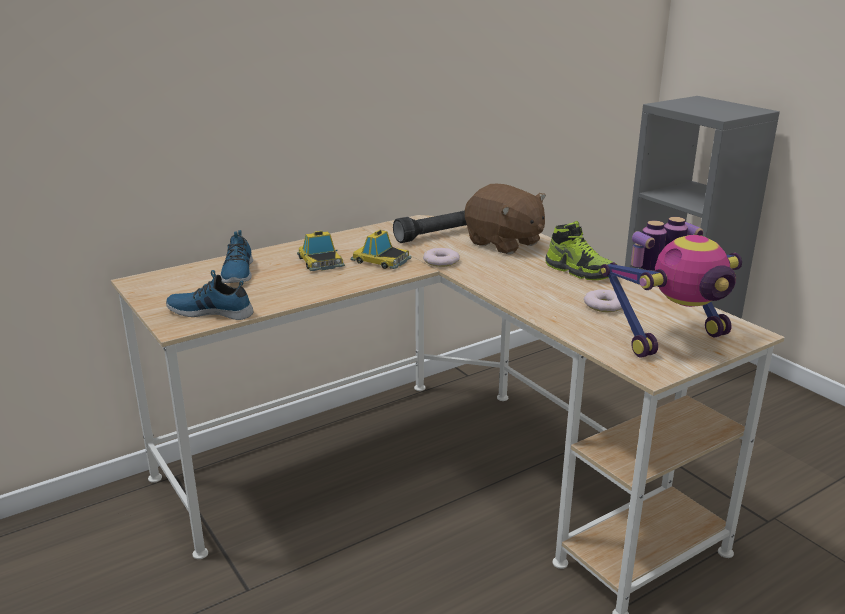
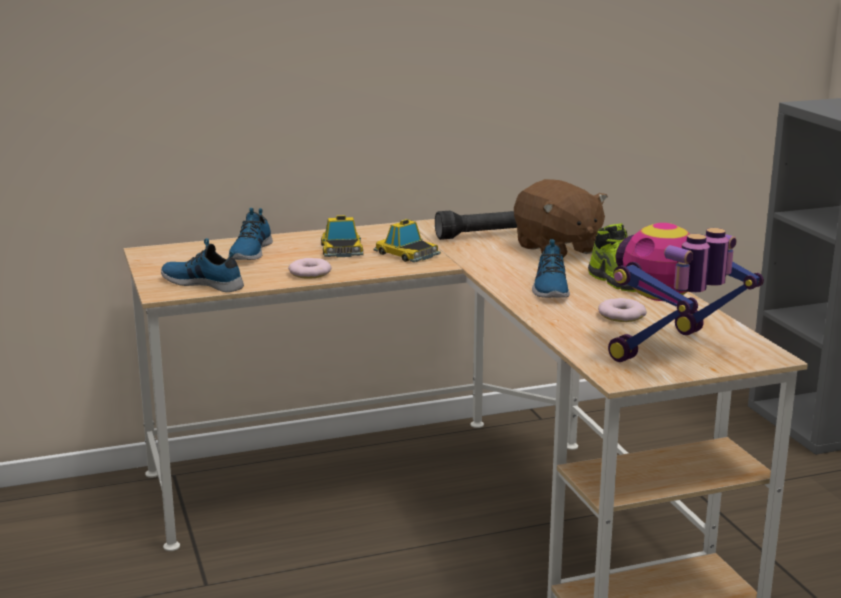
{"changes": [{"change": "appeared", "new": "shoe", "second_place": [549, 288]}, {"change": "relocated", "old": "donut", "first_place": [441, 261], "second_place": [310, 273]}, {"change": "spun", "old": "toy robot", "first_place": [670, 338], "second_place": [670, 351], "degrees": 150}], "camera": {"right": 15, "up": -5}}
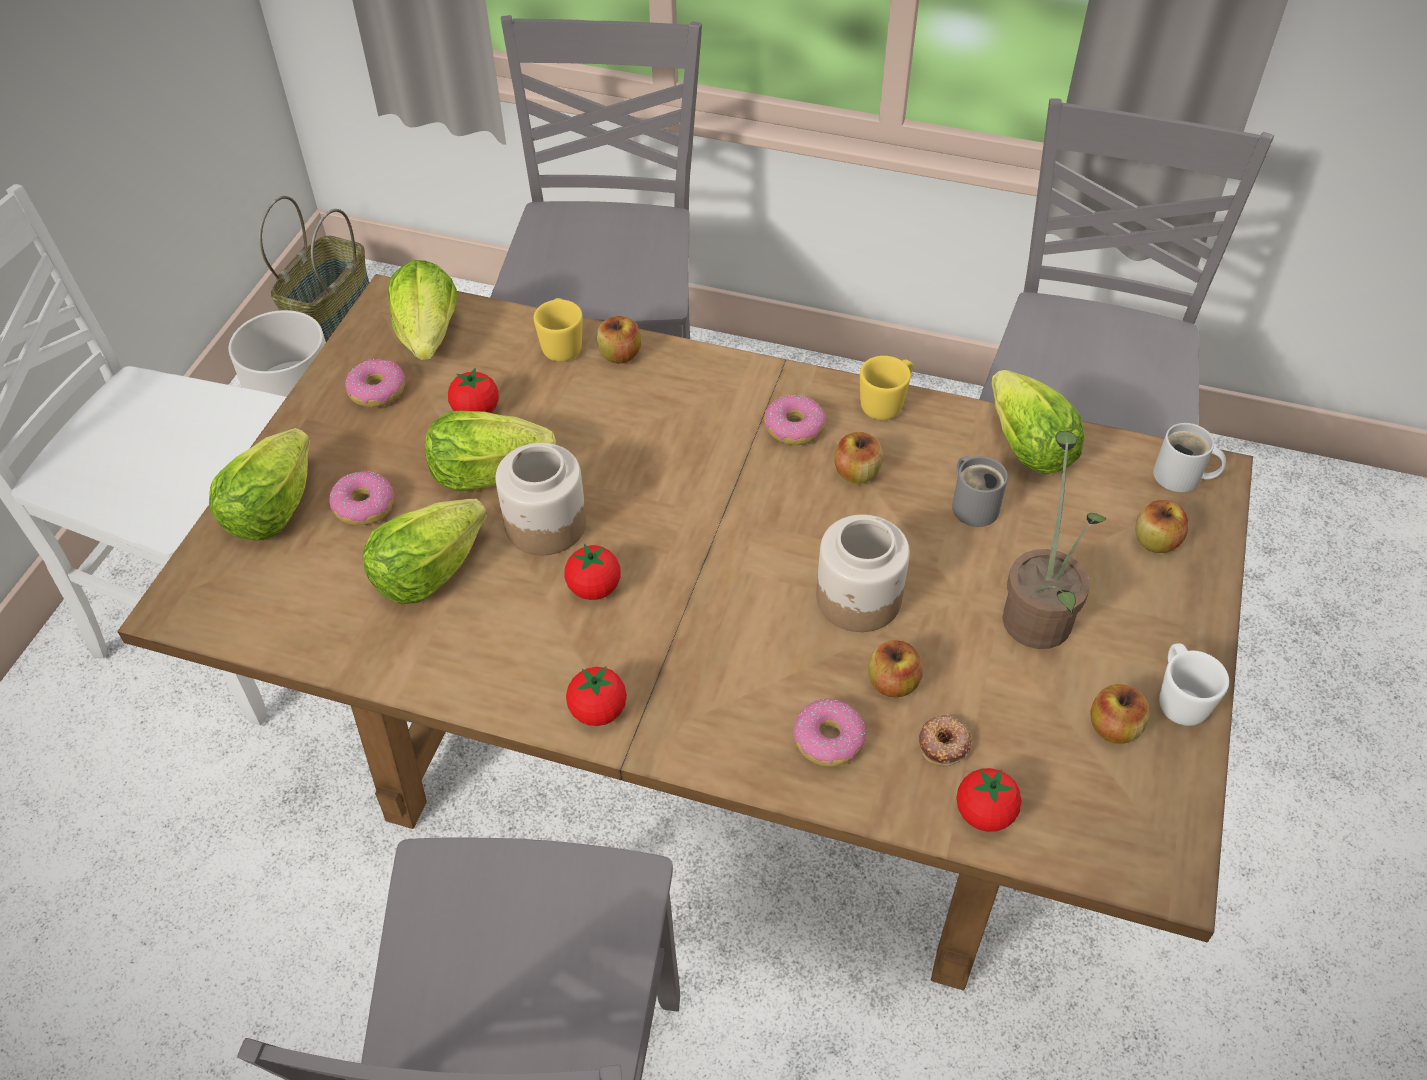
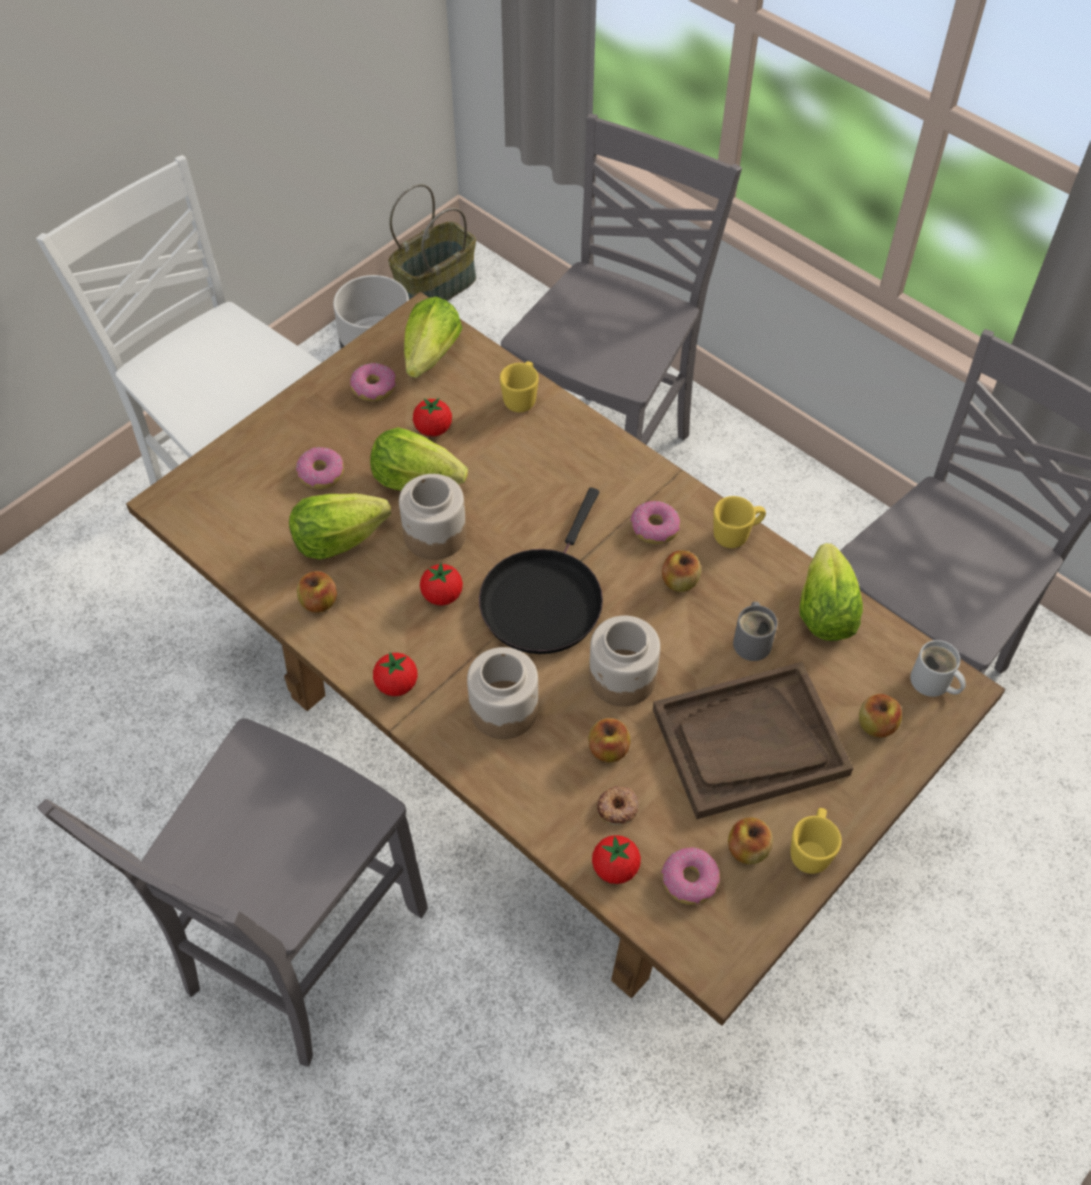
{"changes": [{"change": "missing", "old": "lettuce", "first_place": [271, 510]}, {"change": "appeared", "new": "jar", "second_place": [504, 708]}, {"change": "appeared", "new": "black frying pan", "second_place": [543, 599]}, {"change": "relocated", "old": "apple", "first_place": [620, 355], "second_place": [319, 602]}, {"change": "relocated", "old": "donut", "first_place": [829, 740], "second_place": [689, 880]}, {"change": "exchanged", "old": "potted plant", "new": "brown tray", "first_place": [1039, 612], "second_place": [749, 742]}, {"change": "colour", "old": "white mug", "new": "yellow mug", "first_place": [1178, 699], "second_place": [811, 850]}], "camera": {"right": 25, "up": 5}}
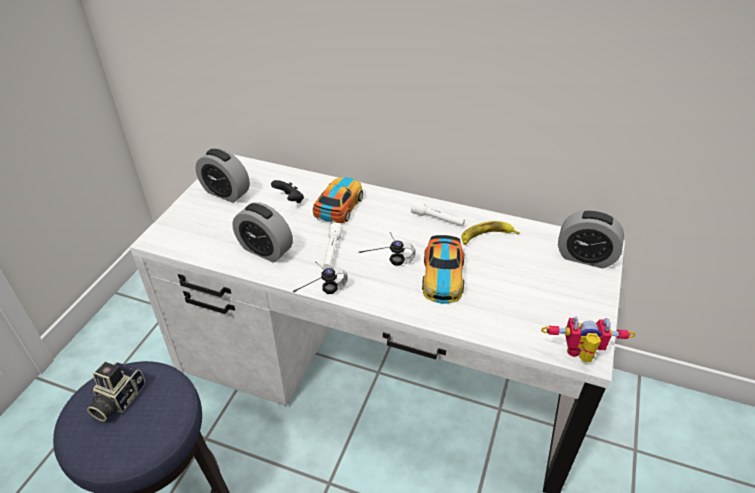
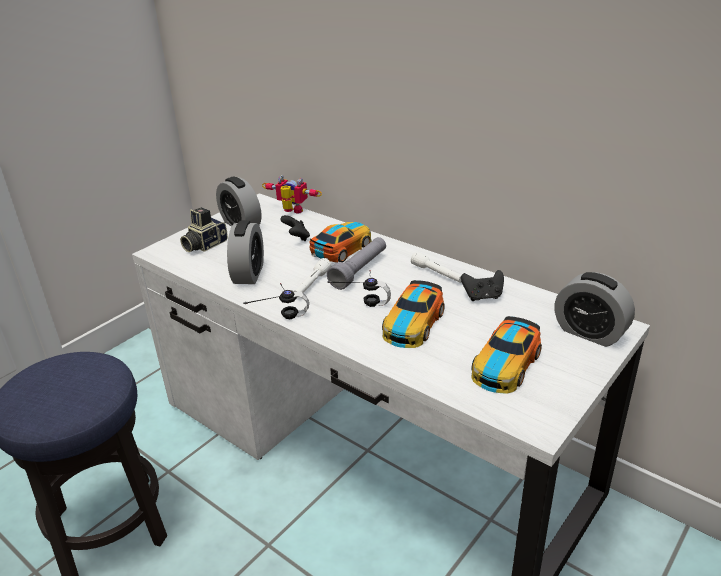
{"changes": [{"change": "appeared", "new": "grey flashlight", "second_place": [359, 270]}, {"change": "appeared", "new": "toy car", "second_place": [505, 365]}, {"change": "relocated", "old": "photo camera", "first_place": [117, 399], "second_place": [204, 245]}, {"change": "relocated", "old": "toy robot", "first_place": [581, 356], "second_place": [291, 212]}, {"change": "exchanged", "old": "banana", "new": "black game controller", "first_place": [486, 236], "second_place": [483, 296]}, {"change": "spun", "old": "alarm clock", "first_place": [265, 250], "second_place": [249, 274], "degrees": -135}], "camera": {"right": 20, "up": -10}}
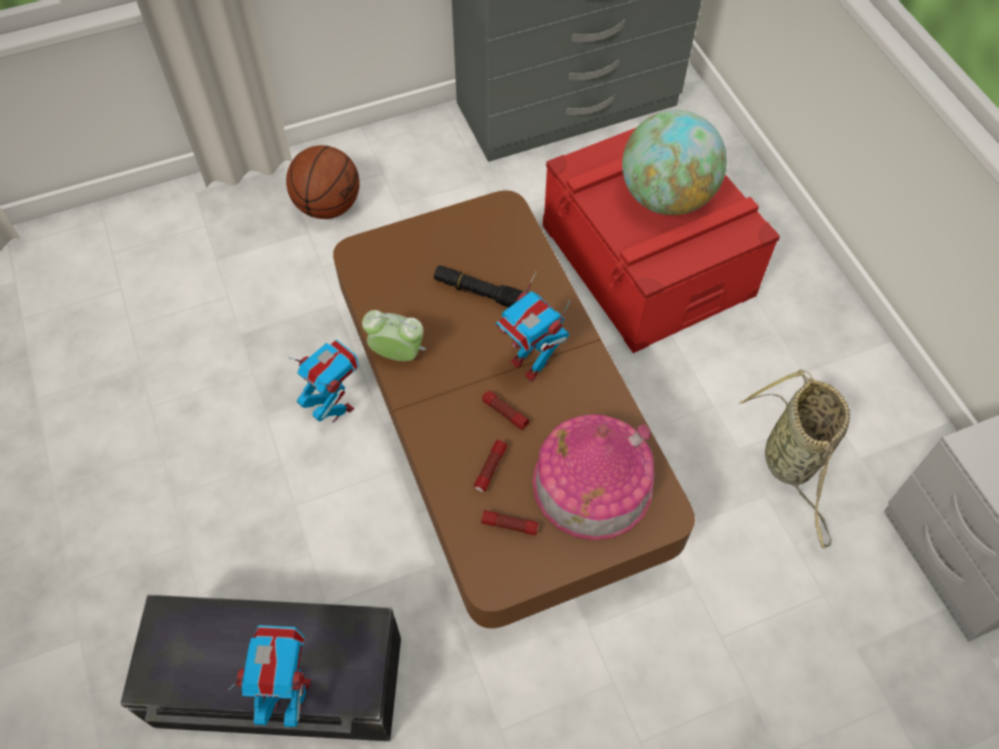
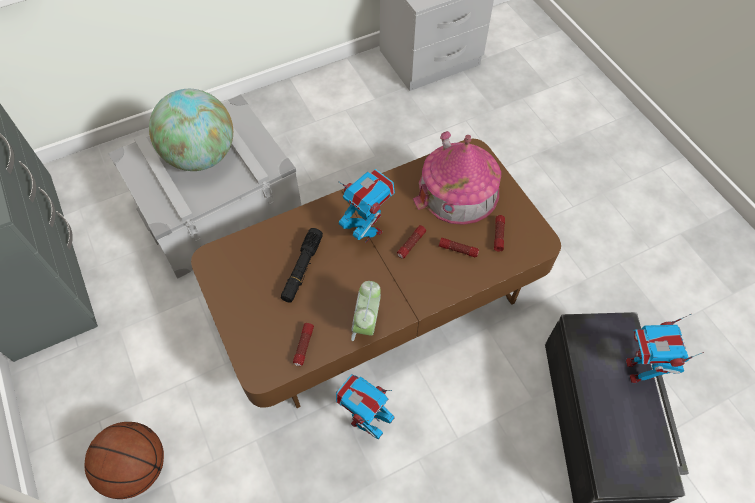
{"changes": [{"change": "missing", "old": "basket", "first_place": [791, 464]}, {"change": "appeared", "new": "flashlight", "second_place": [304, 346]}, {"change": "colour", "old": "red storage box", "new": "grey storage box", "first_place": [647, 260], "second_place": [218, 205]}, {"change": "spun", "old": "toy robot", "first_place": [530, 364], "second_place": [367, 231], "degrees": -90}], "camera": {"right": -95, "up": 0}}
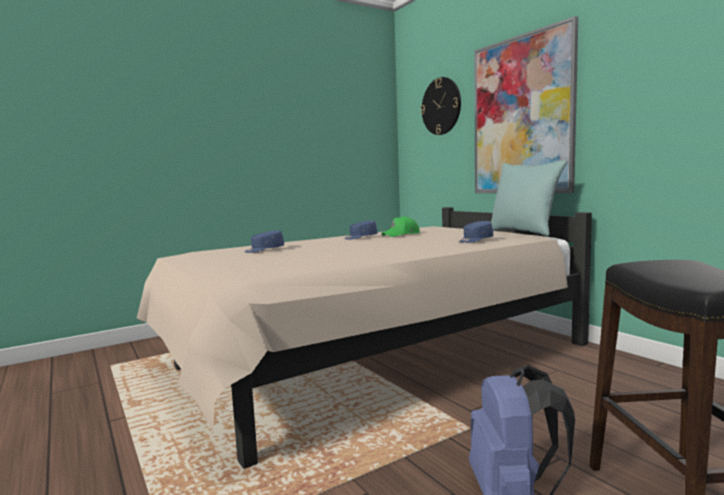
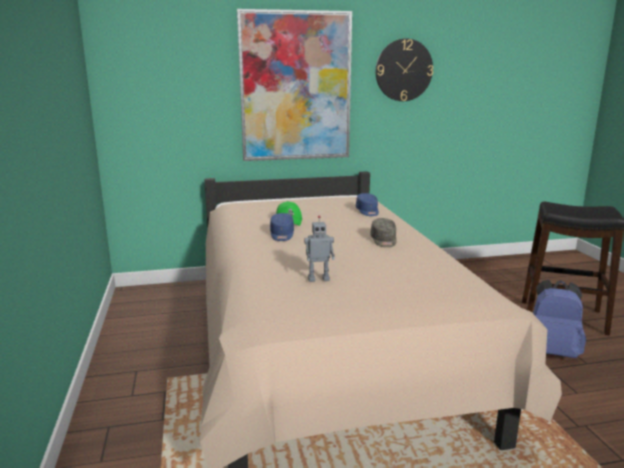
{"changes": [{"change": "missing", "old": "turquoise pillow", "first_place": [524, 232]}, {"change": "appeared", "new": "grey cap", "second_place": [384, 241]}, {"change": "relocated", "old": "wall clock", "first_place": [441, 106], "second_place": [403, 70]}, {"change": "exchanged", "old": "blue cap", "new": "toy robot", "first_place": [264, 250], "second_place": [318, 279]}], "camera": {"right": -70, "up": 10}}
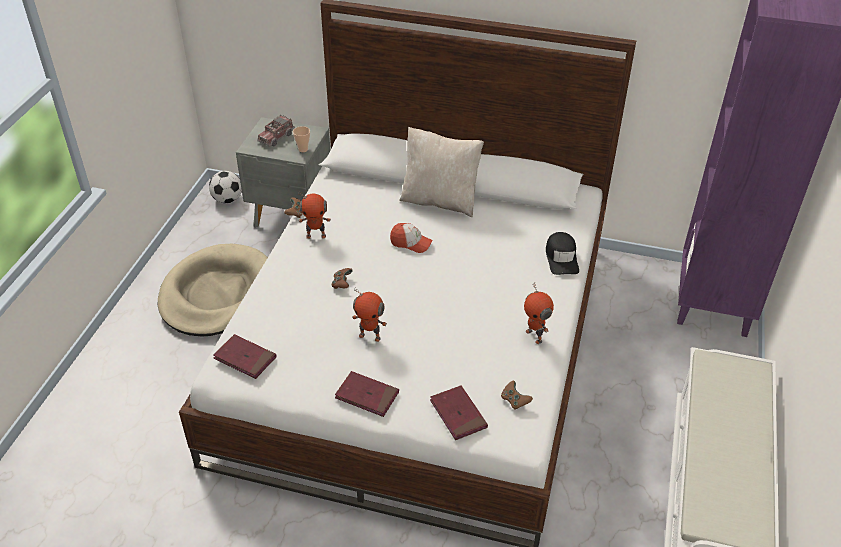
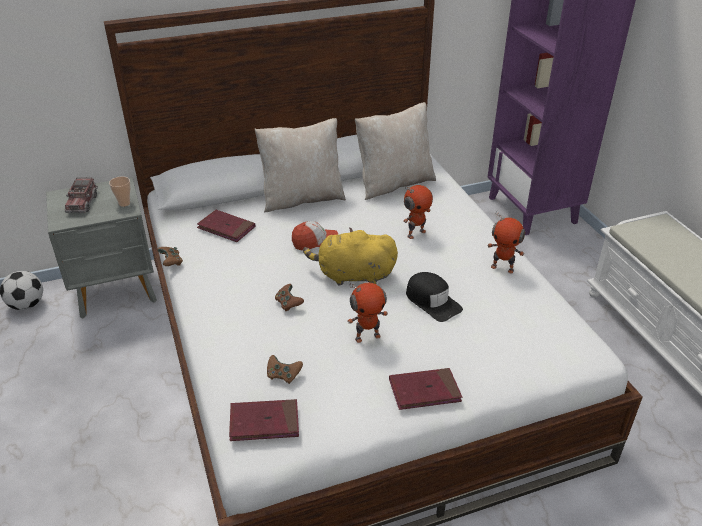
{"changes": [{"change": "missing", "old": "beige dog bed", "first_place": [218, 294]}, {"change": "appeared", "new": "yellow plush toy", "second_place": [352, 275]}, {"change": "appeared", "new": "beige pillow", "second_place": [394, 183]}, {"change": "relocated", "old": "toy robot", "first_place": [316, 235], "second_place": [415, 233]}, {"change": "relocated", "old": "red book", "first_place": [458, 414], "second_place": [226, 228]}, {"change": "relocated", "old": "brown game controller", "first_place": [514, 401], "second_place": [283, 375]}, {"change": "relocated", "old": "black cap", "first_place": [561, 258], "second_place": [432, 301]}], "camera": {"right": -35, "up": -5}}
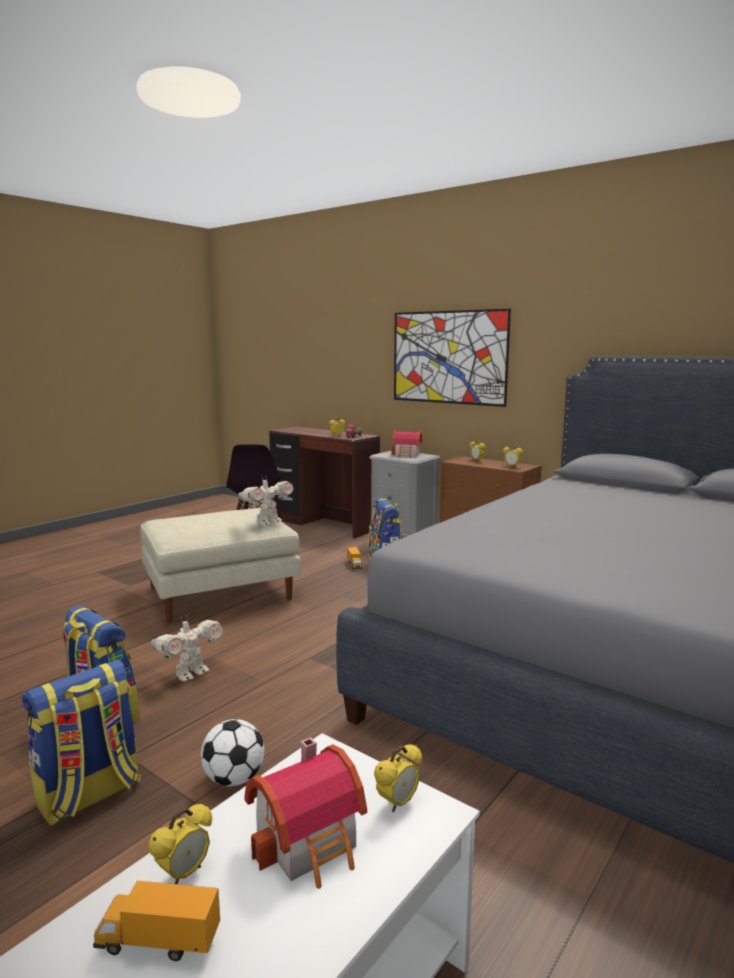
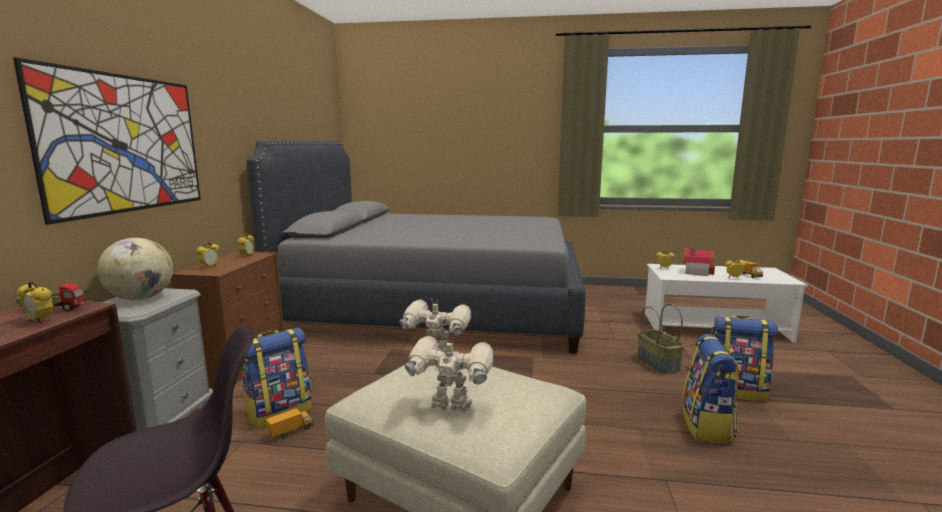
{"changes": [{"change": "relocated", "old": "toy robot", "first_place": [190, 673], "second_place": [450, 407]}, {"change": "exchanged", "old": "football", "new": "basket", "first_place": [234, 779], "second_place": [658, 363]}, {"change": "exchanged", "old": "toy house", "new": "globe", "first_place": [407, 455], "second_place": [141, 299]}], "camera": {"right": -120, "up": 0}}
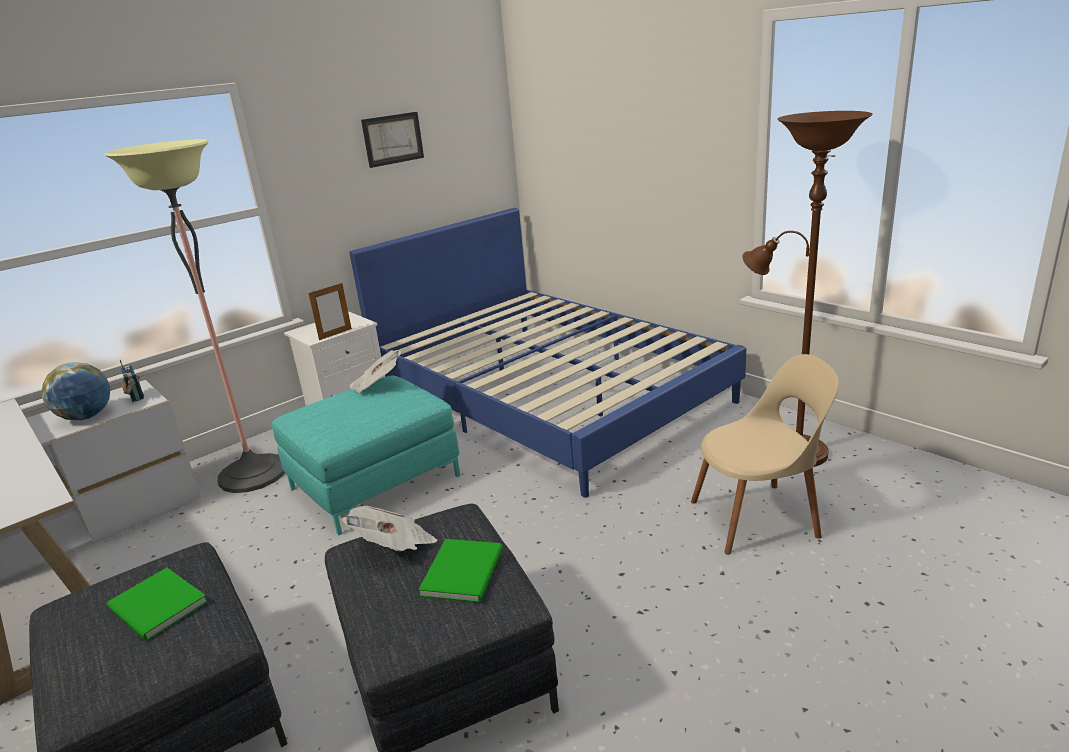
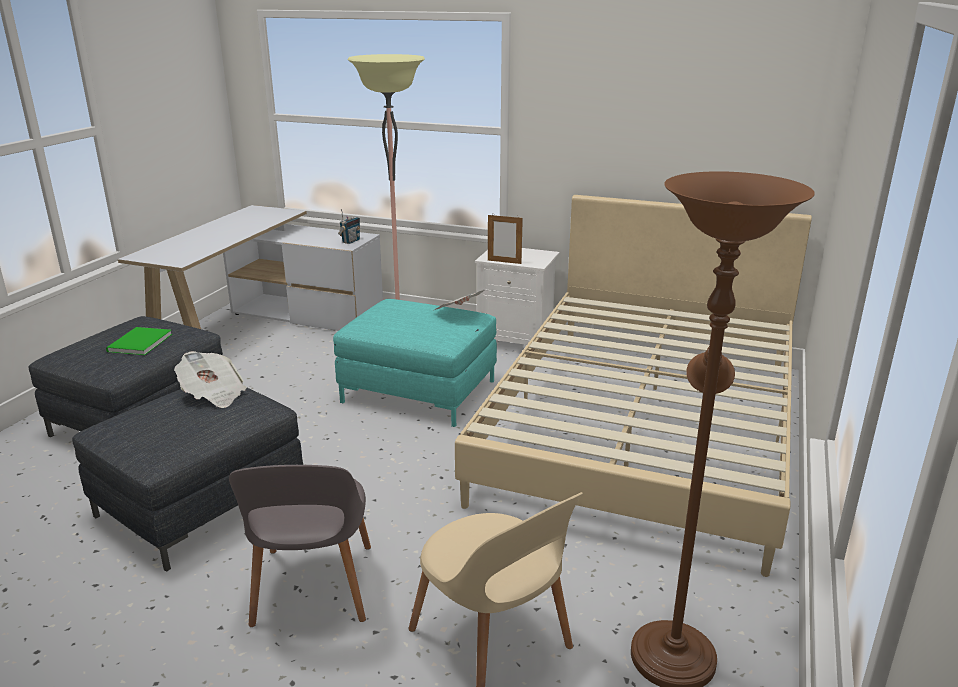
{"changes": [{"change": "missing", "old": "globe", "first_place": [87, 417]}, {"change": "missing", "old": "picture", "first_place": [393, 139]}, {"change": "missing", "old": "green book", "first_place": [465, 570]}, {"change": "appeared", "new": "grey chair", "second_place": [313, 589]}, {"change": "colour", "old": "blue bed", "new": "beige bed", "first_place": [548, 394], "second_place": [645, 428]}], "camera": {"right": 60, "up": 0}}
